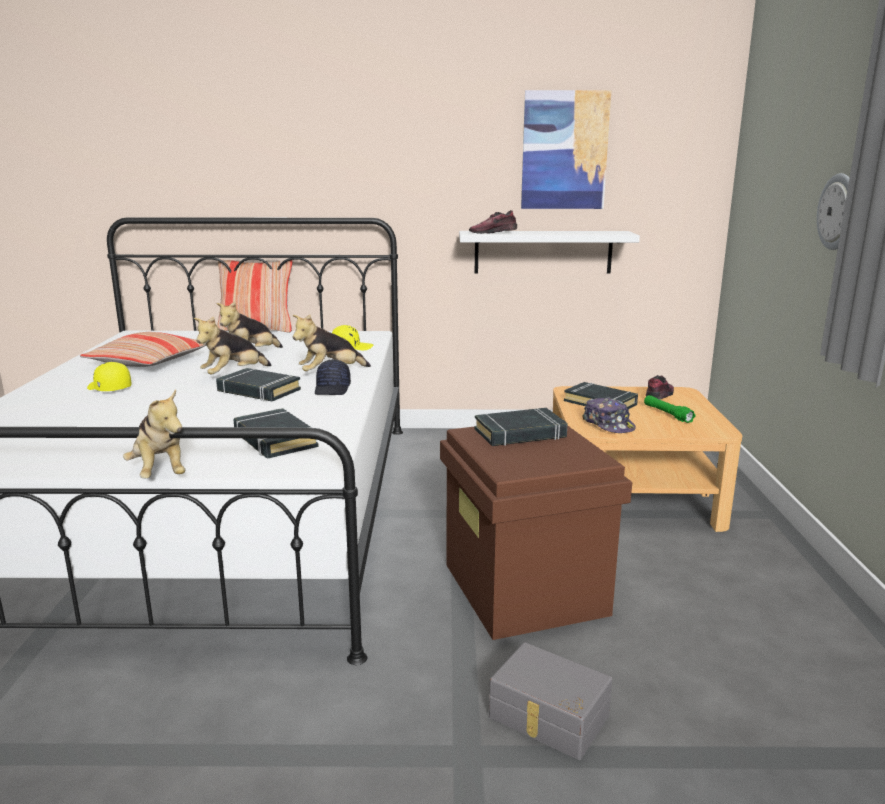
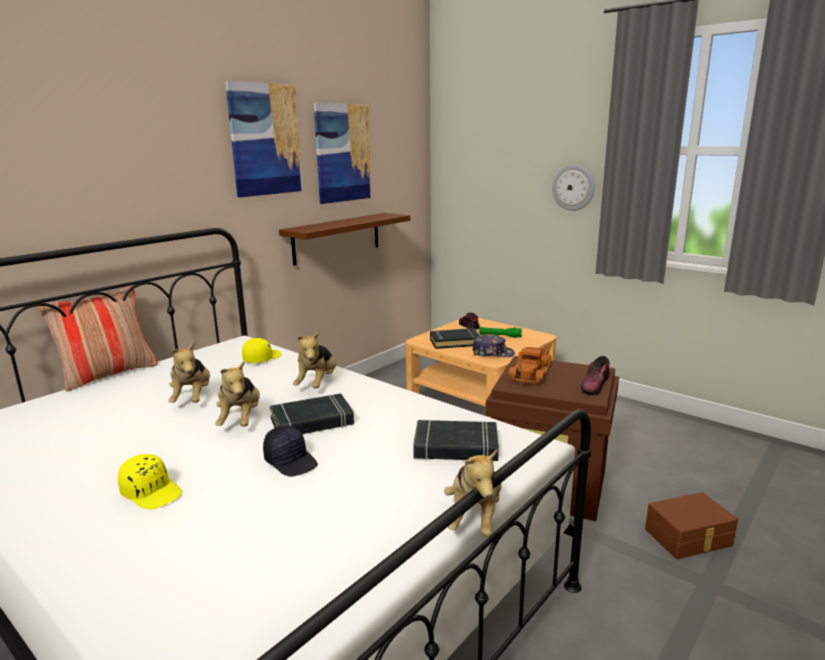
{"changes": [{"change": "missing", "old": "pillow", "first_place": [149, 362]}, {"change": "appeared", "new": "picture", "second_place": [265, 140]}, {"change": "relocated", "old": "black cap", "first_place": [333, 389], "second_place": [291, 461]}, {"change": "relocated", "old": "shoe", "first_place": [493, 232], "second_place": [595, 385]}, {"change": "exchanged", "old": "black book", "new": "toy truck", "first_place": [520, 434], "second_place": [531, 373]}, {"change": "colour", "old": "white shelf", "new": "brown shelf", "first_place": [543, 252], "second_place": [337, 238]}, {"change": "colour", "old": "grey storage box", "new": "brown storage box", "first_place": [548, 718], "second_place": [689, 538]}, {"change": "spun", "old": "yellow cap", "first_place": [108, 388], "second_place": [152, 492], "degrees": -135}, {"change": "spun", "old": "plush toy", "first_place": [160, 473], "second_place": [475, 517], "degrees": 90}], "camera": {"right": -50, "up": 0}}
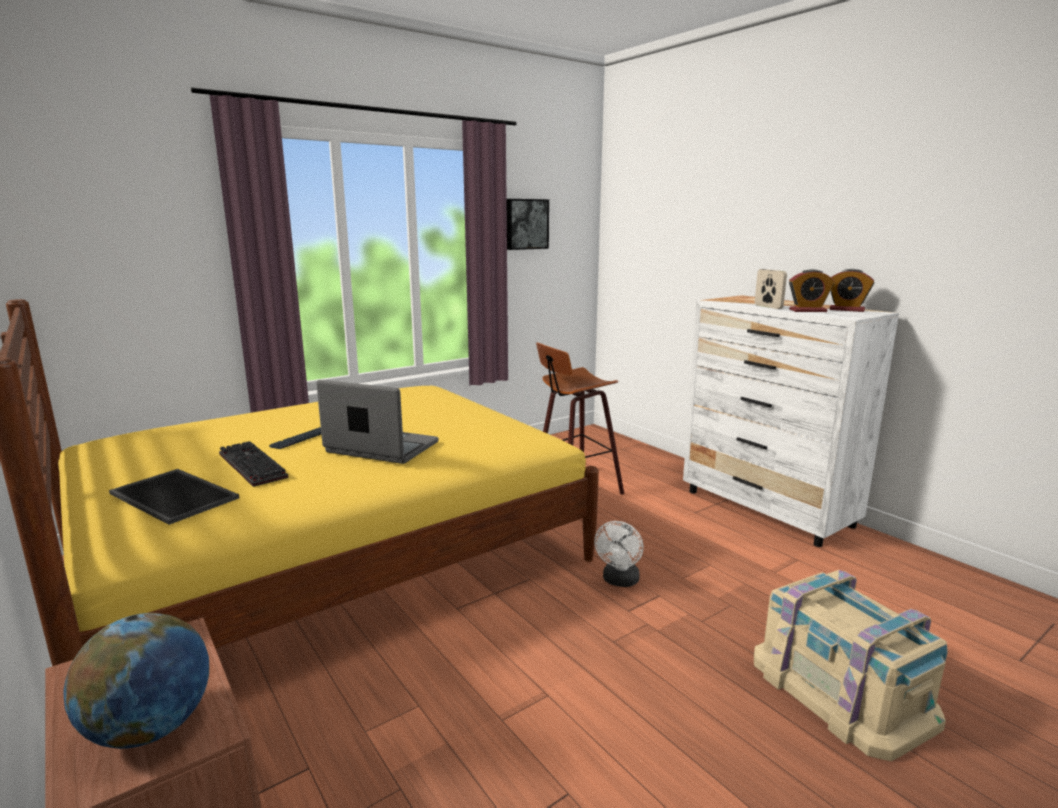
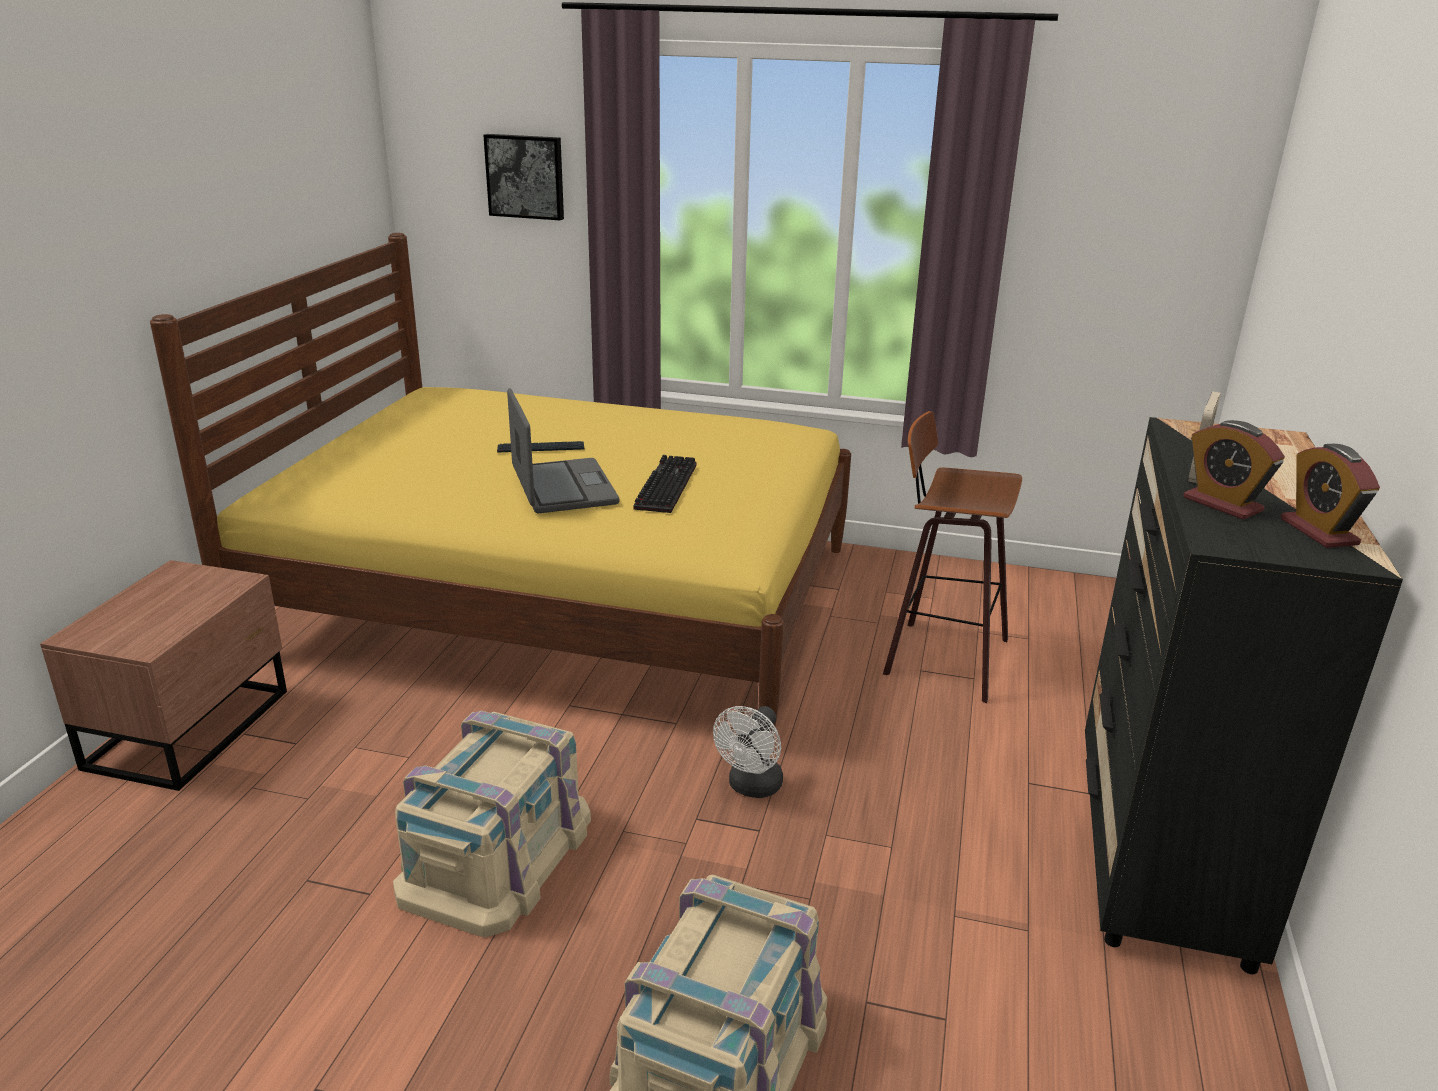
{"changes": [{"change": "missing", "old": "globe", "first_place": [150, 728]}, {"change": "missing", "old": "tray", "first_place": [176, 495]}, {"change": "appeared", "new": "beige storage box", "second_place": [496, 854]}, {"change": "relocated", "old": "keyboard", "first_place": [249, 466], "second_place": [664, 485]}, {"change": "relocated", "old": "picture", "first_place": [526, 224], "second_place": [526, 176]}, {"change": "colour", "old": "white dresser", "new": "black dresser", "first_place": [767, 509], "second_place": [1160, 851]}, {"change": "spun", "old": "white fan", "first_place": [619, 581], "second_place": [751, 787], "degrees": -45}], "camera": {"right": 50, "up": 10}}
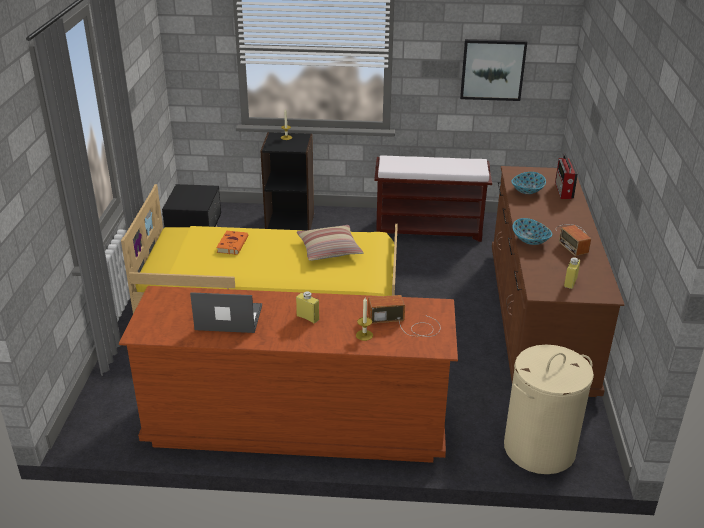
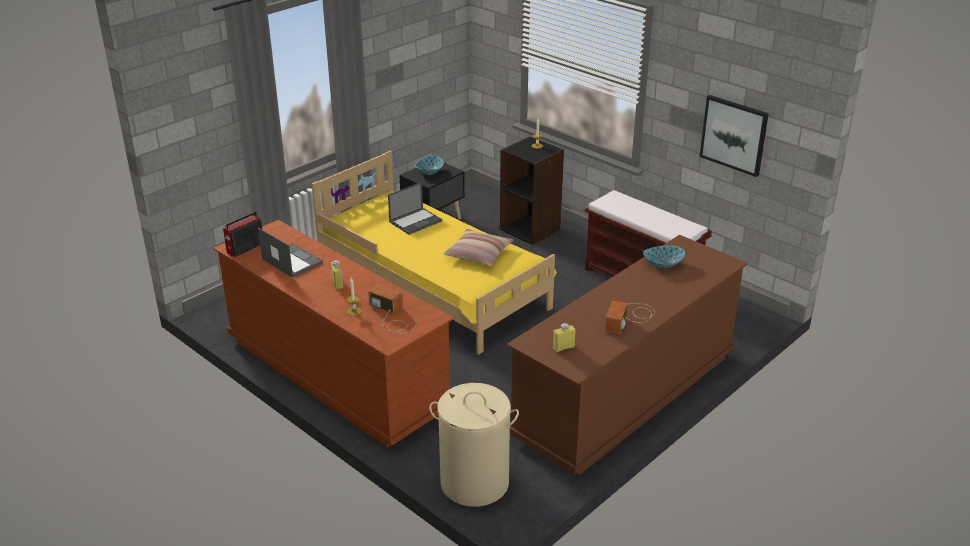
{"changes": [{"change": "relocated", "old": "bowl", "first_place": [531, 240], "second_place": [430, 172]}, {"change": "relocated", "old": "radio", "first_place": [563, 191], "second_place": [244, 248]}, {"change": "exchanged", "old": "orange book", "new": "laptop", "first_place": [232, 244], "second_place": [416, 221]}], "camera": {"right": 40, "up": 0}}
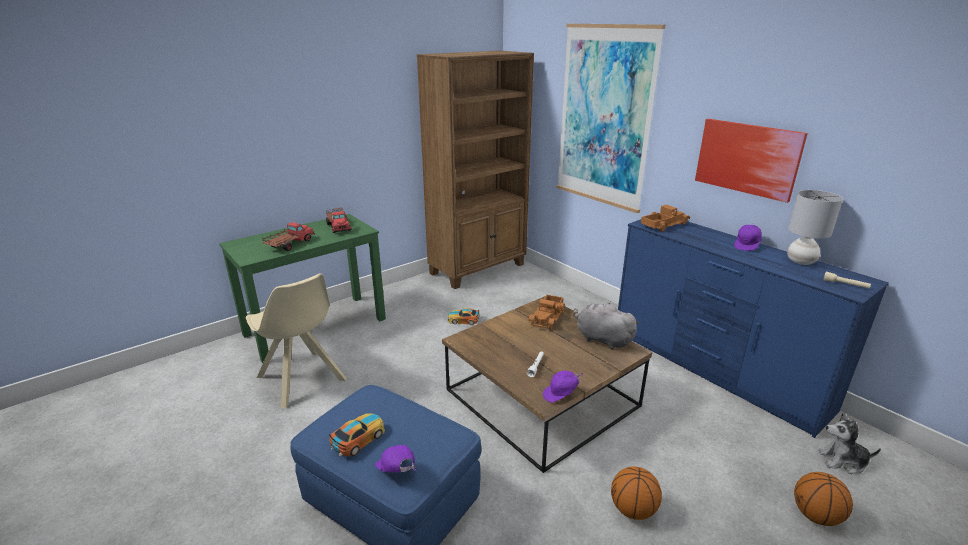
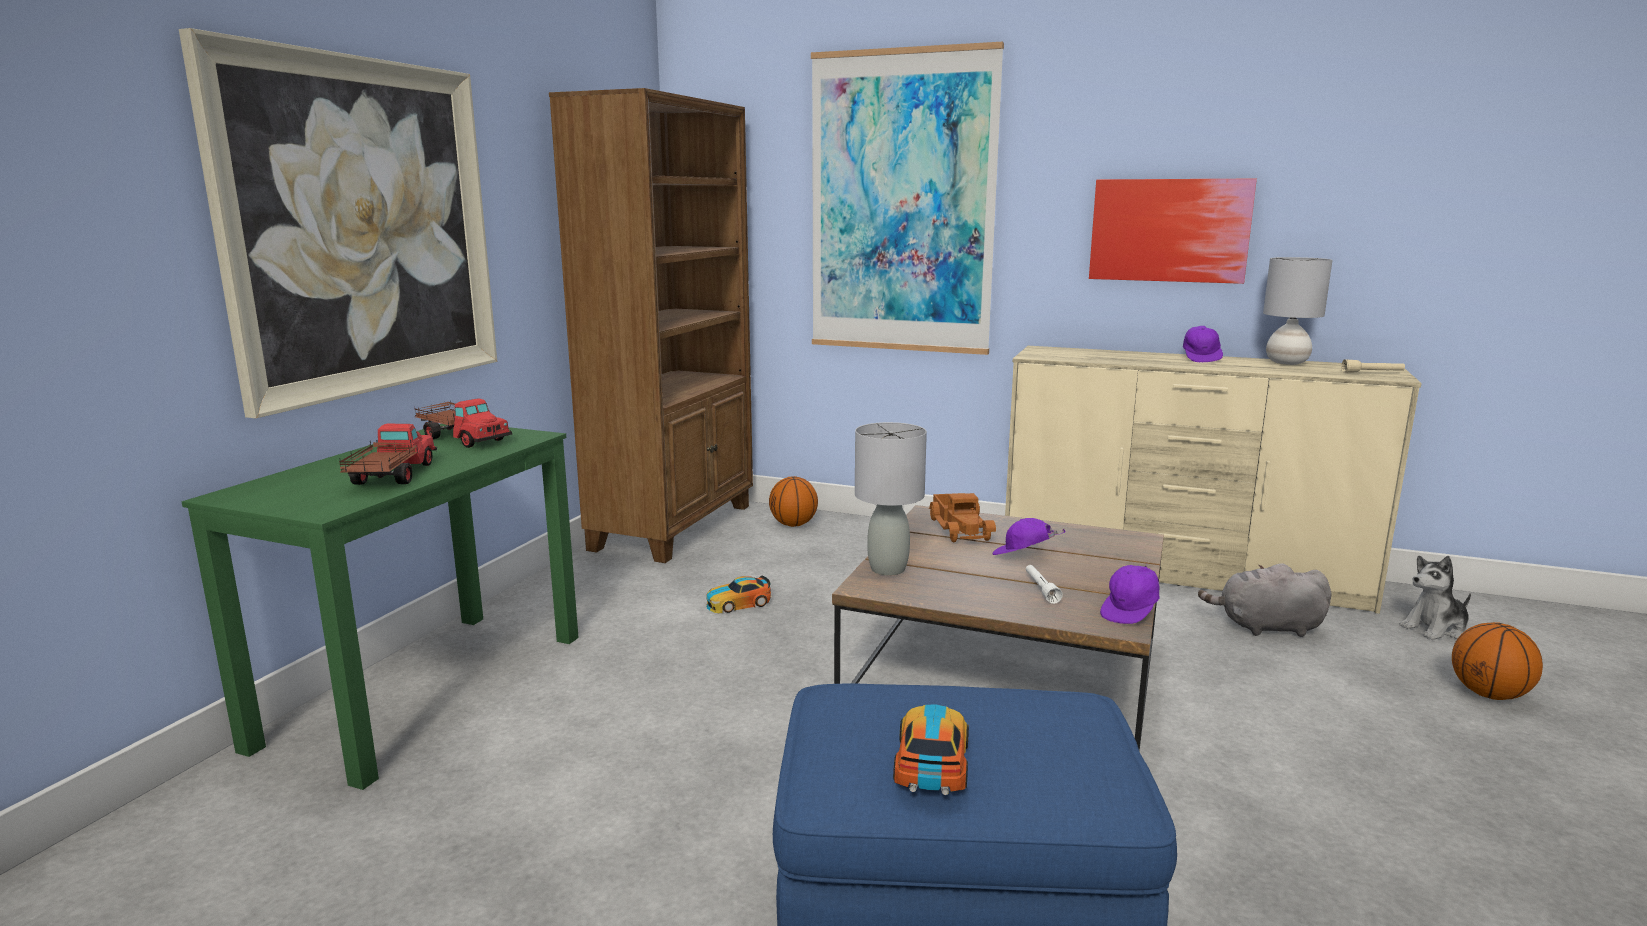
{"changes": [{"change": "missing", "old": "beige chair", "first_place": [302, 379]}, {"change": "missing", "old": "toy truck", "first_place": [663, 225]}, {"change": "appeared", "new": "picture", "second_place": [363, 227]}, {"change": "appeared", "new": "grey table lamp", "second_place": [887, 569]}, {"change": "relocated", "old": "purple cap", "first_place": [396, 471], "second_place": [1023, 556]}, {"change": "relocated", "old": "grey plush toy", "first_place": [601, 339], "second_place": [1266, 627]}, {"change": "relocated", "old": "basketball", "first_place": [632, 509], "second_place": [793, 524]}, {"change": "colour", "old": "blue dresser", "new": "beige dresser", "first_place": [714, 369], "second_place": [1180, 572]}], "camera": {"right": -30, "up": -10}}
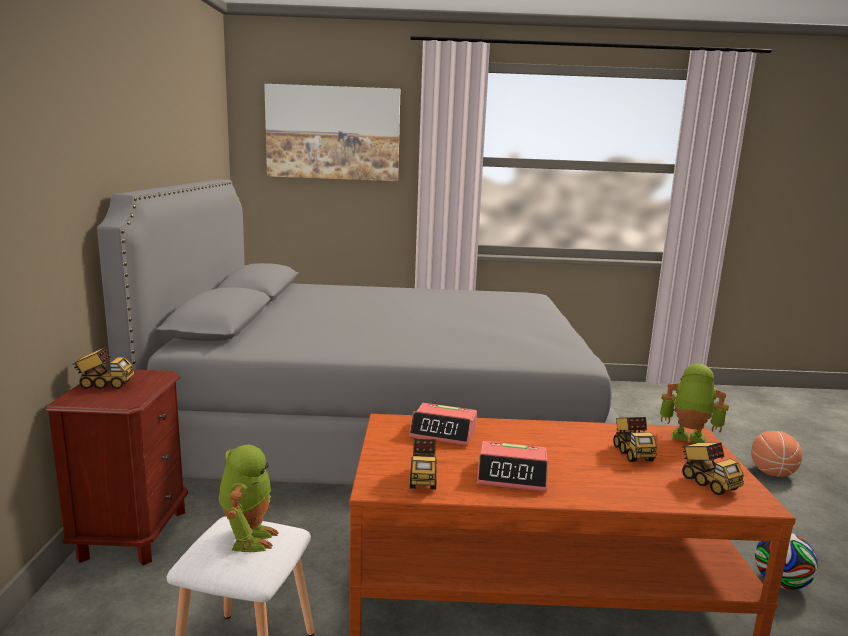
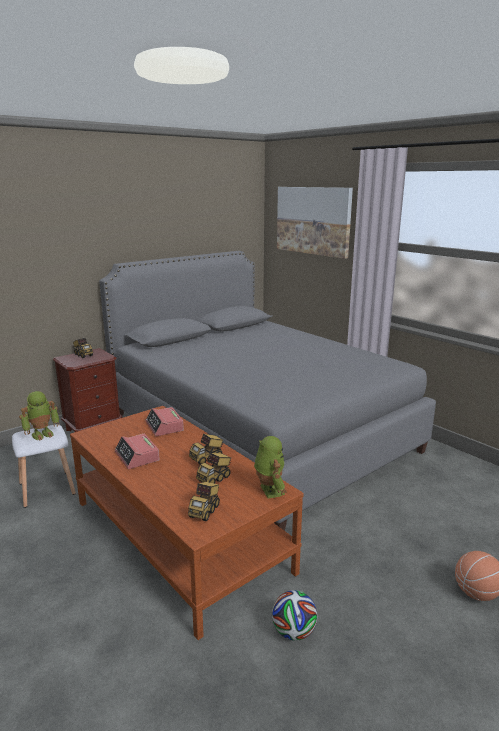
{"changes": [{"change": "relocated", "old": "toy truck", "first_place": [423, 478], "second_place": [207, 458]}], "camera": {"right": 50, "up": 5}}
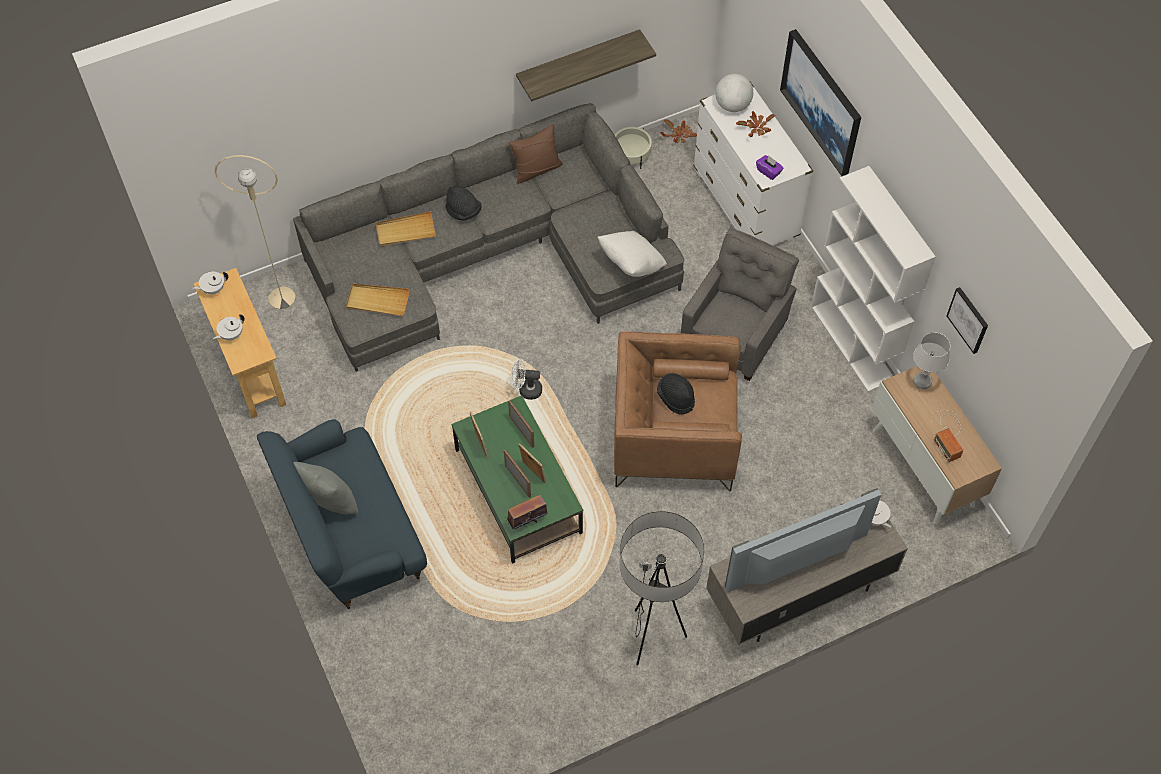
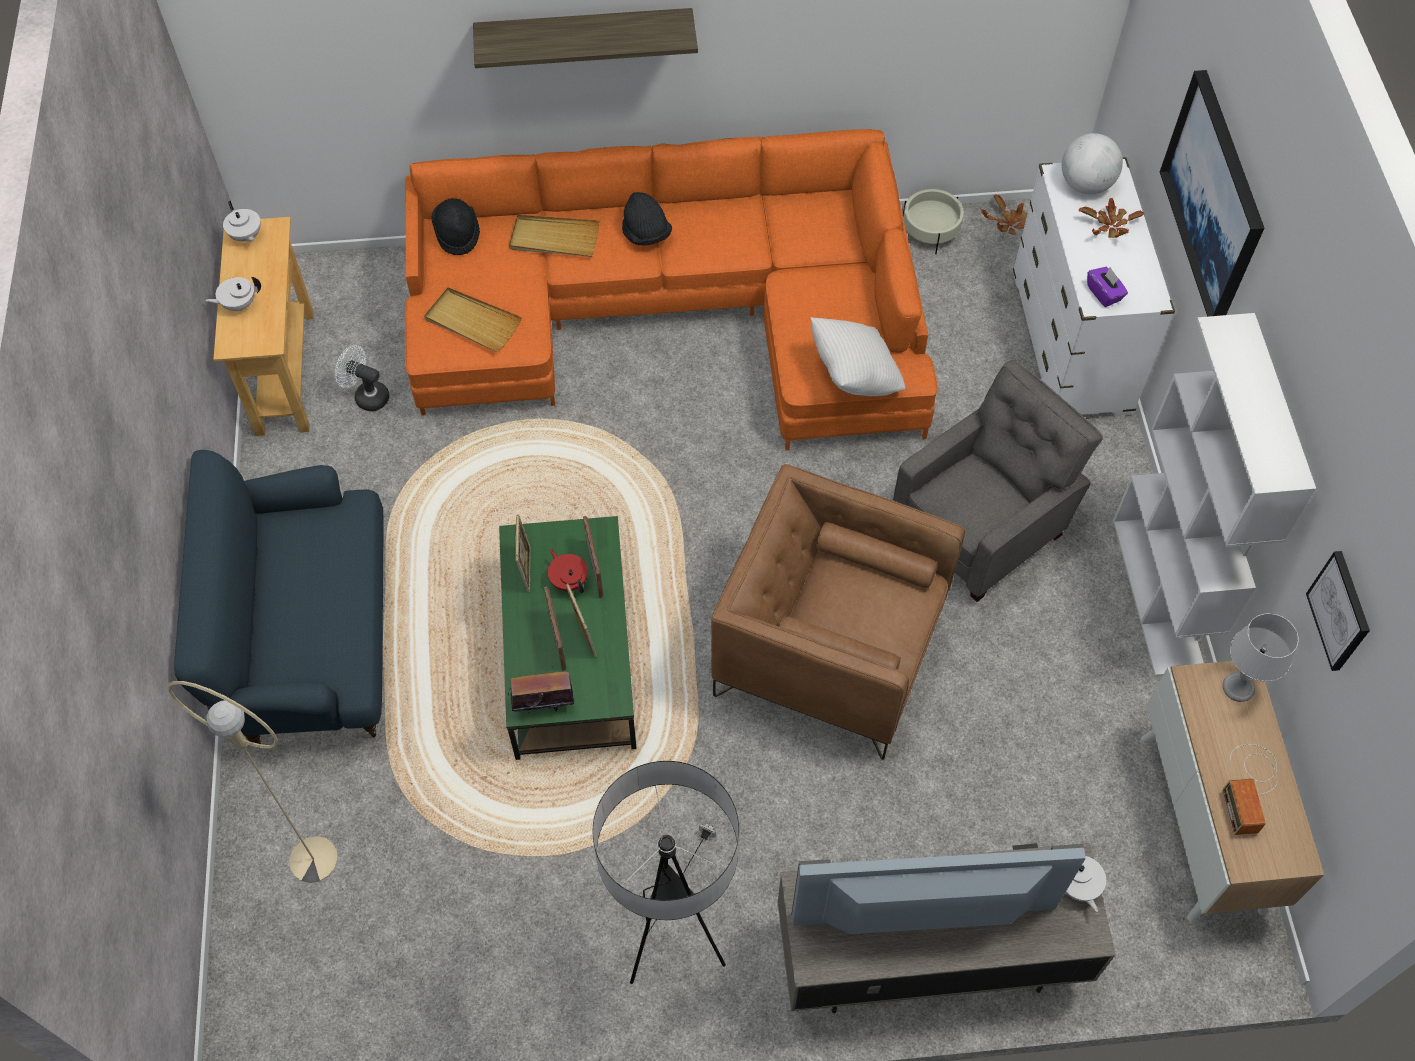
{"changes": [{"change": "missing", "old": "grey pillow", "first_place": [329, 503]}, {"change": "missing", "old": "brown pillow", "first_place": [536, 169]}, {"change": "appeared", "new": "red teapot", "second_place": [569, 580]}, {"change": "relocated", "old": "beige floor lamp", "first_place": [281, 298], "second_place": [313, 859]}, {"change": "relocated", "old": "white fan", "first_place": [526, 390], "second_place": [367, 396]}, {"change": "relocated", "old": "shelf", "first_place": [578, 61], "second_place": [584, 34]}, {"change": "relocated", "old": "black hat", "first_place": [676, 398], "second_place": [457, 234]}, {"change": "colour", "old": "grey sofa", "new": "orange sofa", "first_place": [492, 256], "second_place": [677, 313]}, {"change": "spun", "old": "white teapot", "first_place": [213, 289], "second_place": [246, 236], "degrees": -120}], "camera": {"right": 20, "up": 0}}
